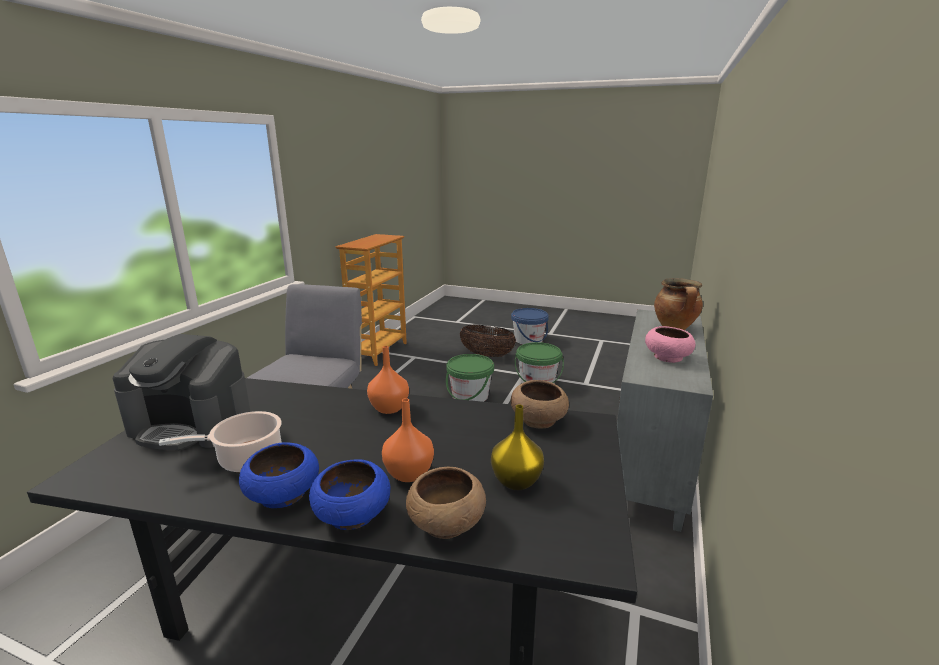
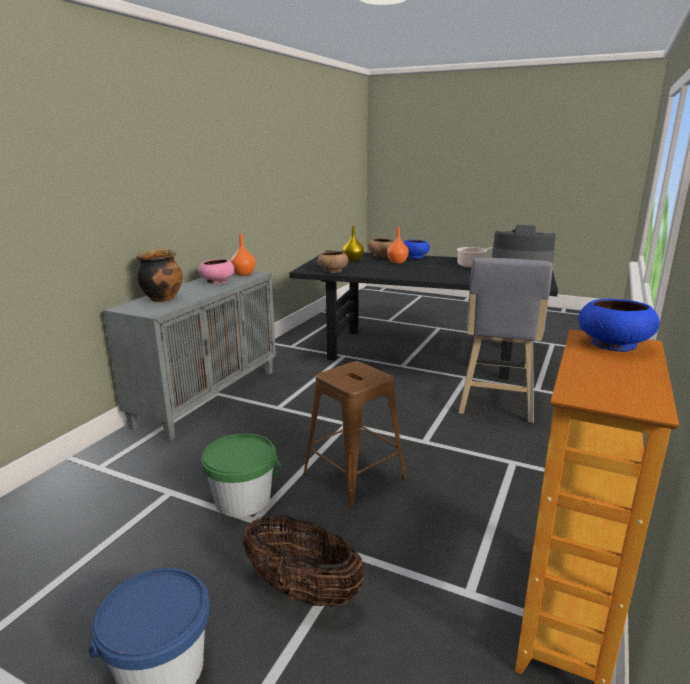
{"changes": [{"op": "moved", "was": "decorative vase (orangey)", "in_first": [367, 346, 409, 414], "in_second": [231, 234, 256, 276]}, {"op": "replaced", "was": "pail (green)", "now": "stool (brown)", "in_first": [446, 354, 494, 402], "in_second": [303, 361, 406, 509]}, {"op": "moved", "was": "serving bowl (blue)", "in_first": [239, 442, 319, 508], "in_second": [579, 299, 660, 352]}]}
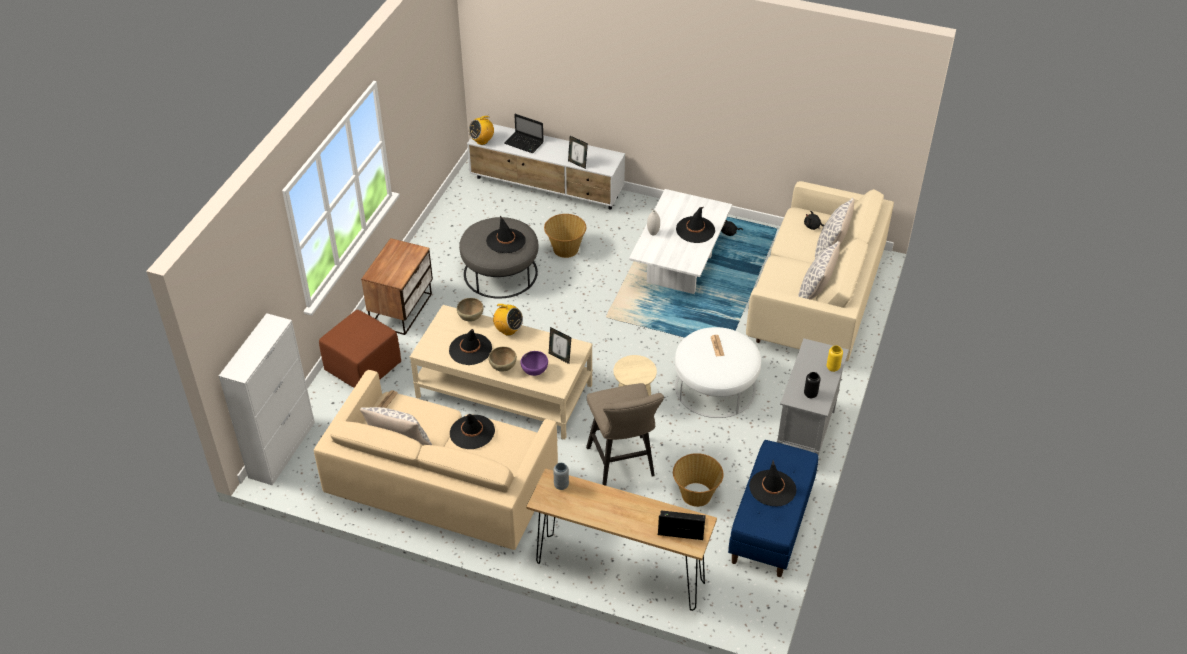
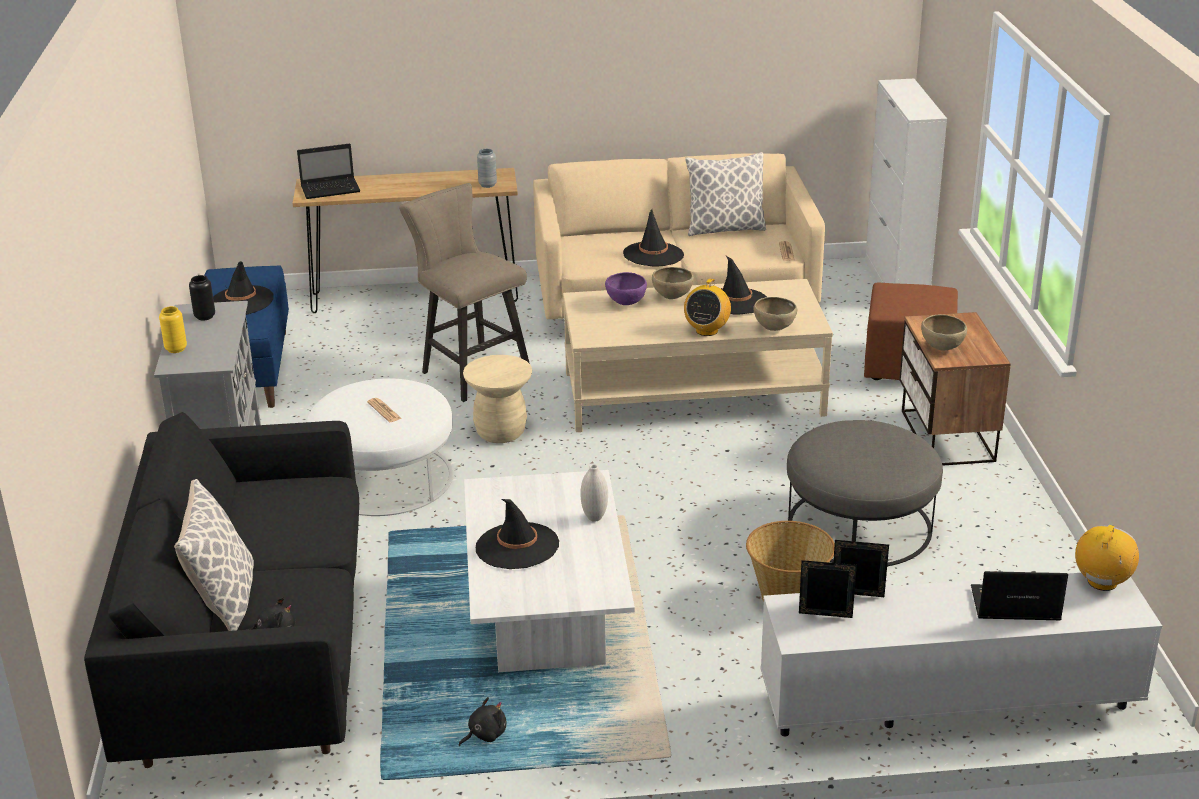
{"changes": [{"op": "recoloured", "was": "couch (sand-coloured)", "now": "couch (black)", "in_first": [746, 181, 894, 361], "in_second": [84, 412, 359, 768]}, {"op": "turned", "was": "radio set", "in_first": [492, 304, 523, 336], "in_second": [684, 279, 731, 336], "clockwise": -75}, {"op": "moved", "was": "standing frame", "in_first": [549, 327, 571, 364], "in_second": [799, 560, 857, 618]}, {"op": "added", "now": "serving bowl (brown)", "in_second": [921, 315, 967, 350]}, {"op": "removed", "was": "hat (black)", "in_first": [486, 216, 526, 253]}, {"op": "removed", "was": "storage basket", "in_first": [673, 453, 724, 507]}, {"op": "removed", "was": "pillow", "in_first": [798, 241, 840, 300]}]}
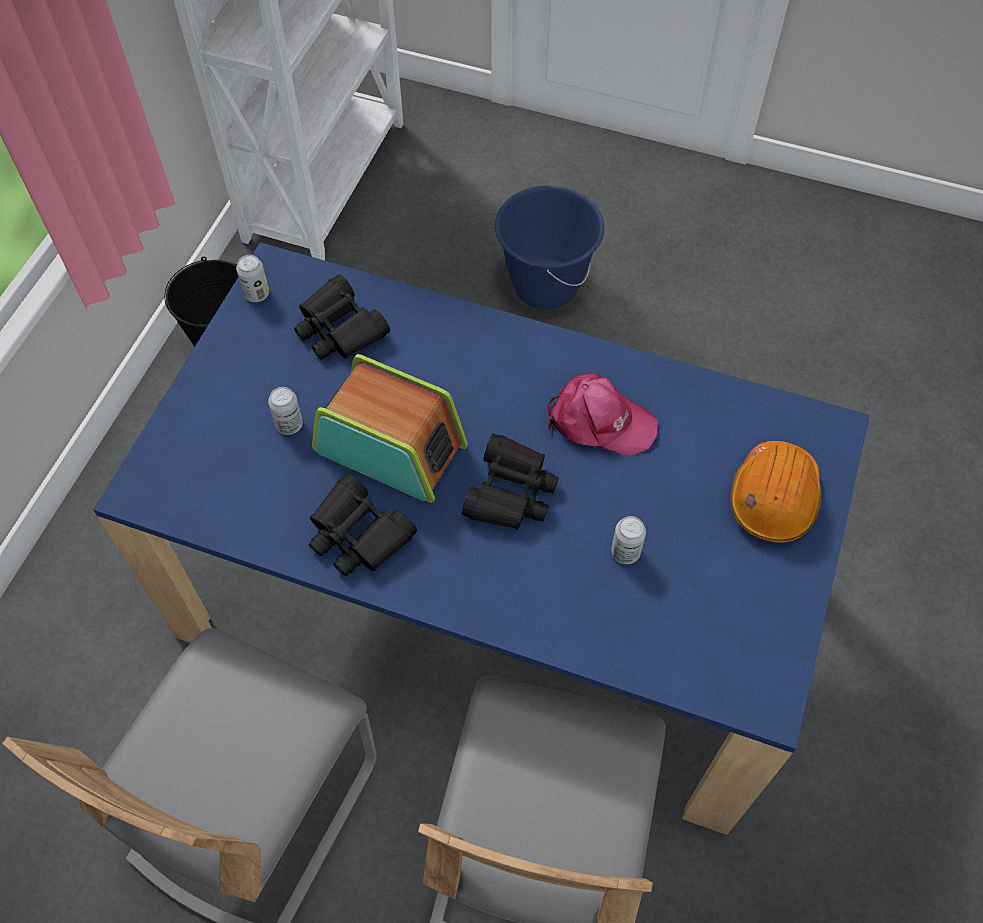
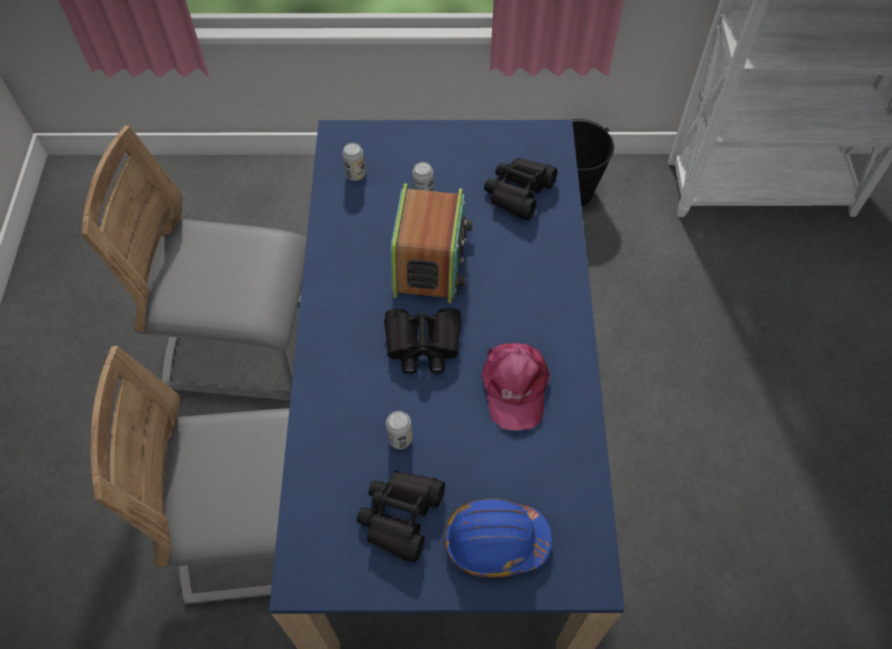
{"changes": [{"op": "moved", "was": "sealed can", "in_first": [236, 255, 269, 302], "in_second": [342, 143, 366, 181]}, {"op": "moved", "was": "field glasses (black)", "in_first": [309, 474, 417, 576], "in_second": [357, 470, 445, 563]}, {"op": "recoloured", "was": "work helmet (orangey)", "now": "work helmet (blue)", "in_first": [730, 441, 822, 543], "in_second": [445, 498, 552, 578]}, {"op": "removed", "was": "pail (blue)", "in_first": [495, 186, 604, 309]}]}
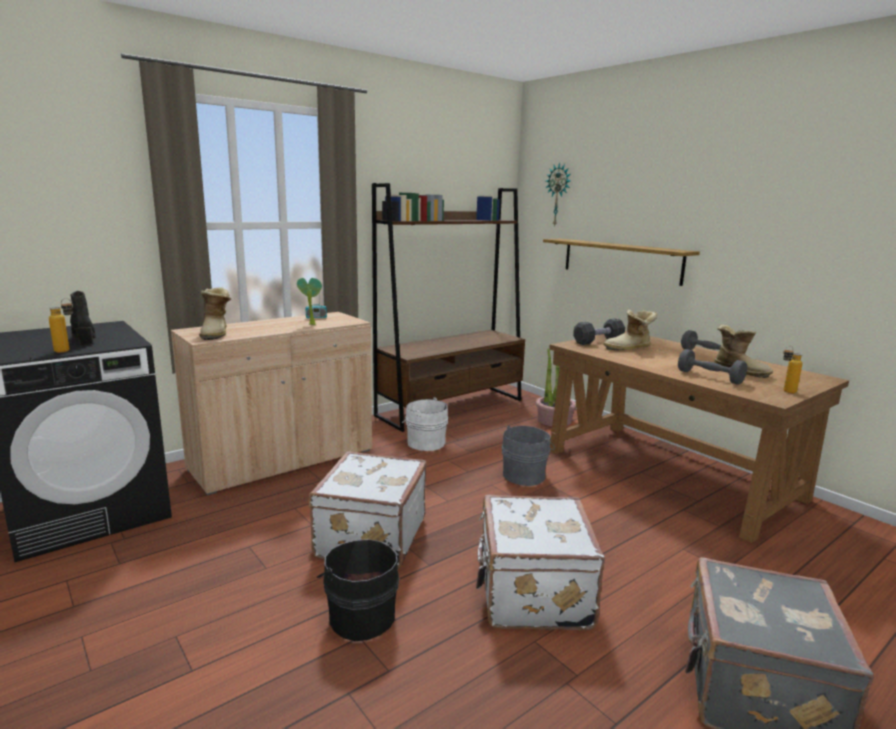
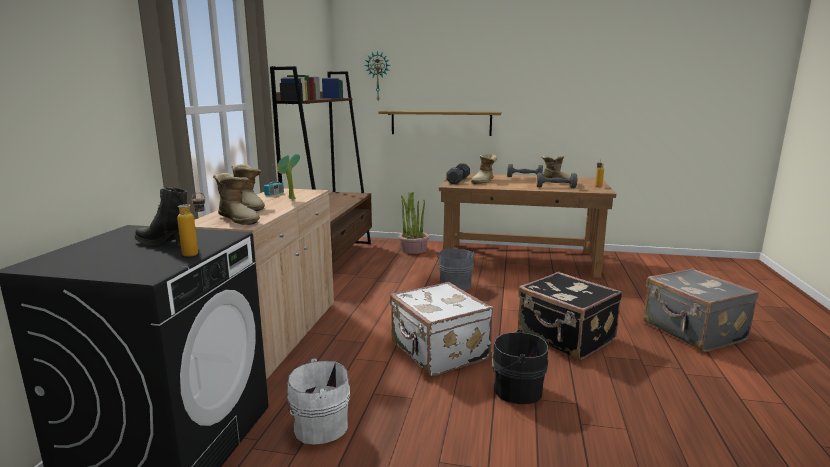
{"changes": [{"op": "added", "now": "tall boot", "in_second": [232, 164, 265, 211]}, {"op": "moved", "was": "pail (white-coloured)", "in_first": [402, 397, 448, 451], "in_second": [286, 358, 350, 444]}, {"op": "recoloured", "was": "travel case (white-coloured)", "now": "travel case (black)", "in_first": [476, 495, 605, 630], "in_second": [518, 272, 622, 360]}]}
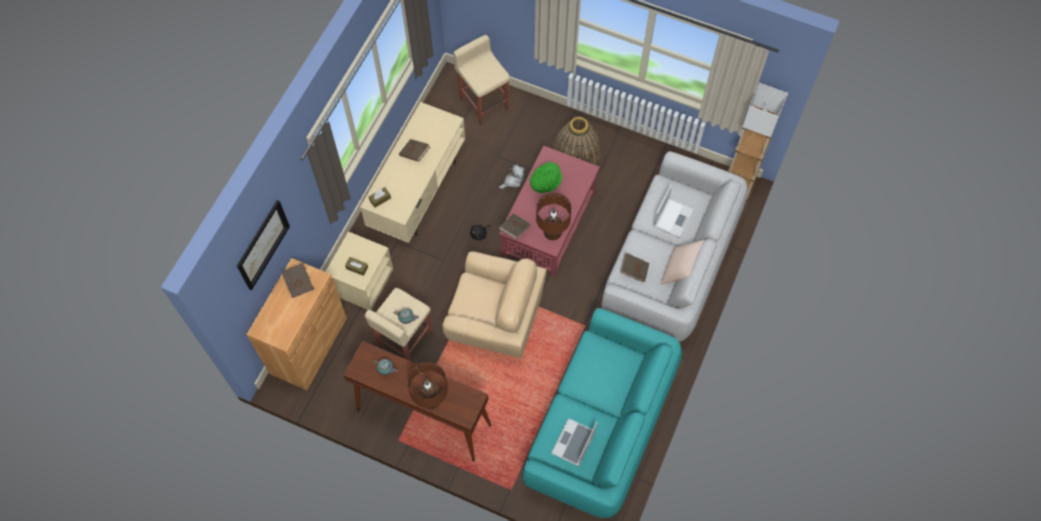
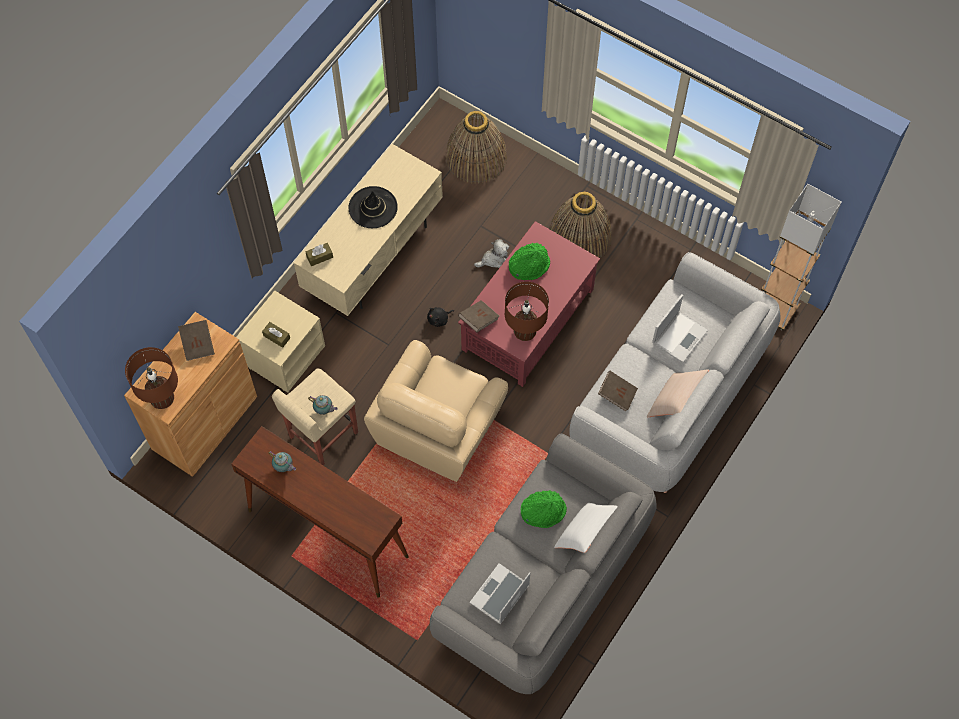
{"changes": [{"op": "moved", "was": "table lamp (brown)", "in_first": [407, 362, 448, 409], "in_second": [125, 347, 178, 409]}, {"op": "replaced", "was": "volume (brown)", "now": "hat (black)", "in_first": [399, 139, 430, 162], "in_second": [348, 186, 398, 228]}, {"op": "turned", "was": "easy chair (sand-coloured)", "in_first": [443, 251, 547, 358], "in_second": [364, 340, 508, 482], "clockwise": 90}, {"op": "recoloured", "was": "couch (turquoise-coloured)", "now": "couch (gray)", "in_first": [523, 308, 682, 518], "in_second": [430, 434, 657, 694]}, {"op": "replaced", "was": "stool (sand-coloured)", "now": "storage basket", "in_first": [453, 35, 510, 125], "in_second": [445, 111, 507, 184]}, {"op": "added", "now": "hat (green)", "in_second": [521, 490, 567, 528]}, {"op": "added", "now": "pillow (white-coloured)", "in_second": [554, 503, 618, 553]}, {"op": "removed", "was": "wall art", "in_first": [237, 200, 290, 290]}]}
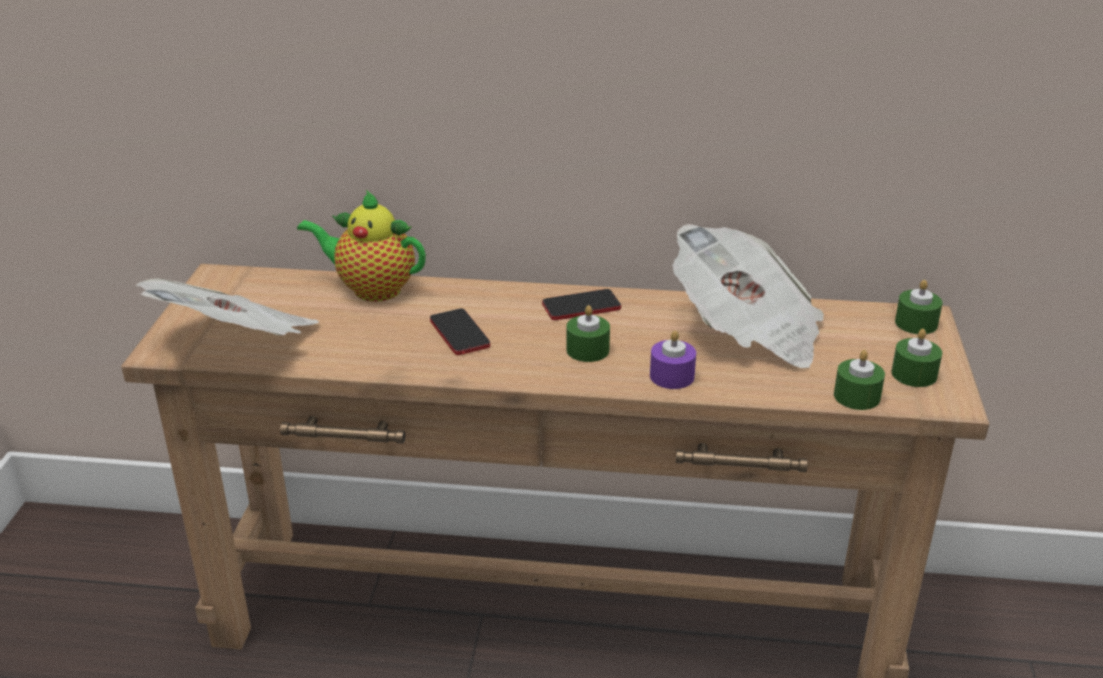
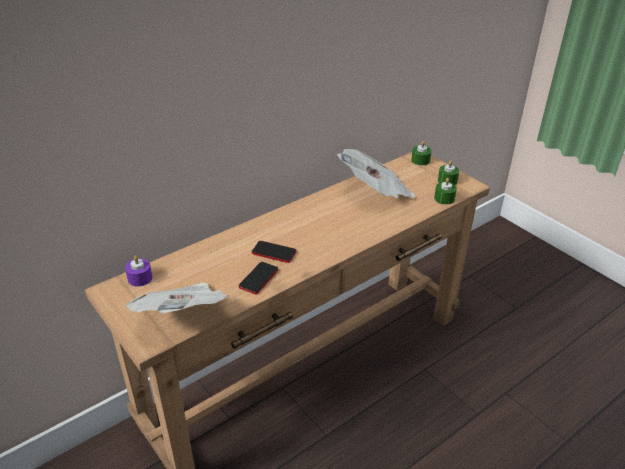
{"changes": [{"op": "moved", "was": "candle (purple-coloured)", "in_first": [650, 331, 696, 389], "in_second": [125, 255, 152, 286]}, {"op": "moved", "was": "phone", "in_first": [542, 289, 621, 320], "in_second": [239, 262, 278, 294]}, {"op": "removed", "was": "tea pot", "in_first": [297, 190, 426, 302]}, {"op": "removed", "was": "candle (green)", "in_first": [566, 305, 610, 362]}]}
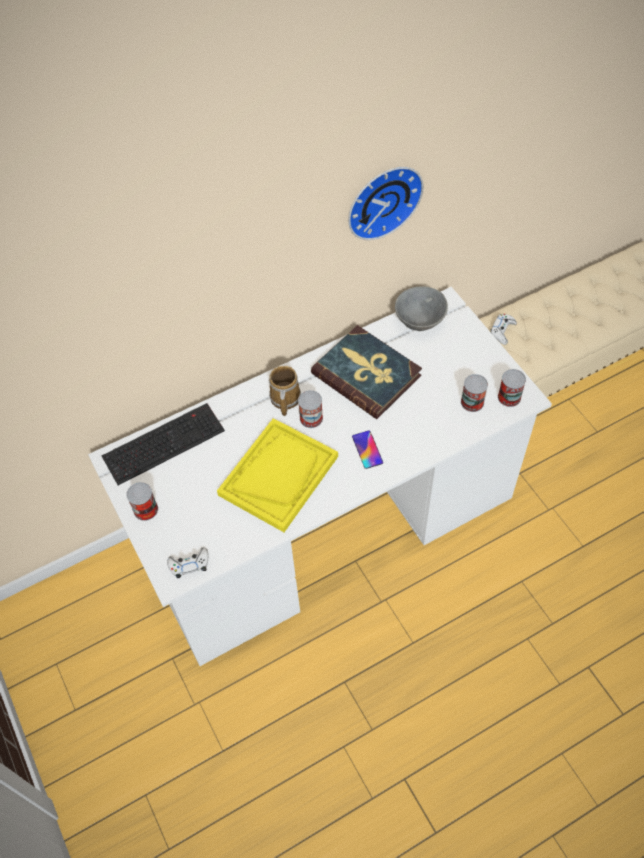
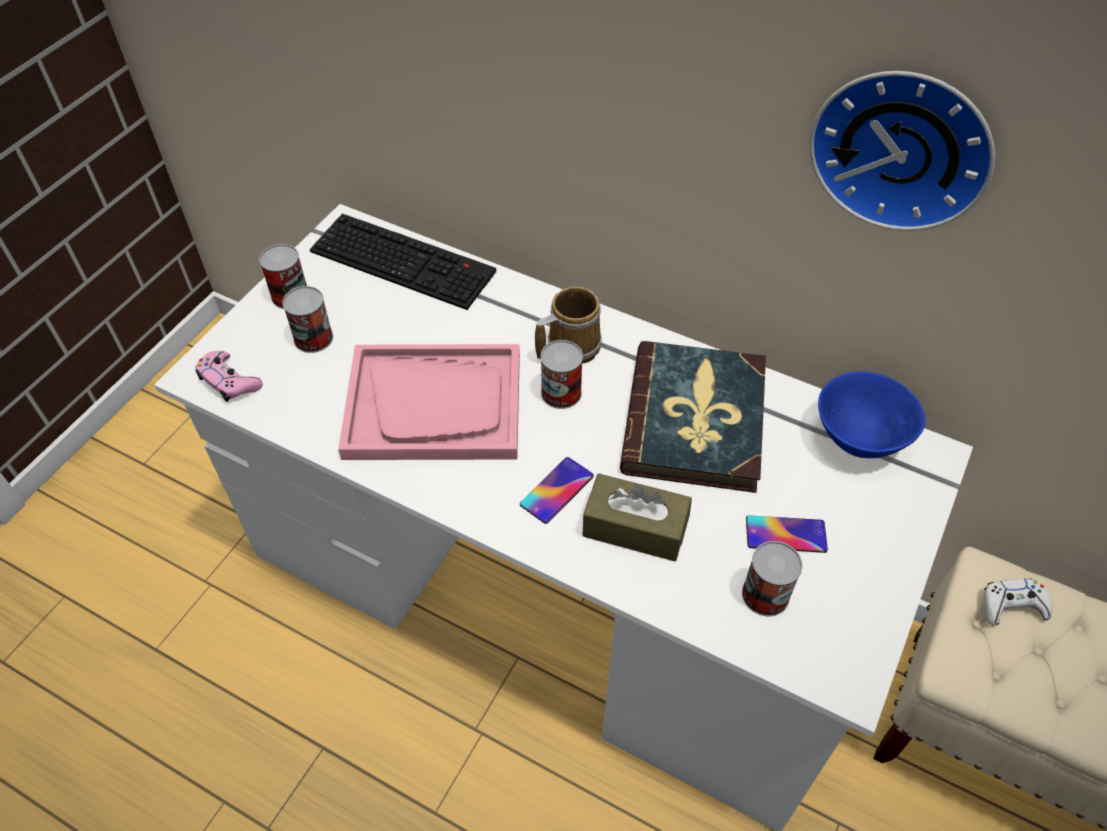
{"changes": [{"op": "recoloured", "was": "joypad (white-coloured)", "now": "joypad (pinkish)", "in_first": [167, 548, 208, 578], "in_second": [195, 351, 263, 402]}, {"op": "moved", "was": "sealed can", "in_first": [498, 369, 526, 407], "in_second": [282, 286, 333, 353]}, {"op": "recoloured", "was": "tray (yellow)", "now": "tray (pinkish)", "in_first": [217, 418, 338, 532], "in_second": [338, 344, 520, 460]}, {"op": "added", "now": "box of tissues (brown)", "in_second": [582, 473, 692, 561]}, {"op": "added", "now": "phone", "in_second": [746, 515, 828, 553]}, {"op": "recoloured", "was": "serving bowl (gray)", "now": "serving bowl (blue)", "in_first": [395, 286, 448, 331], "in_second": [818, 371, 926, 458]}]}
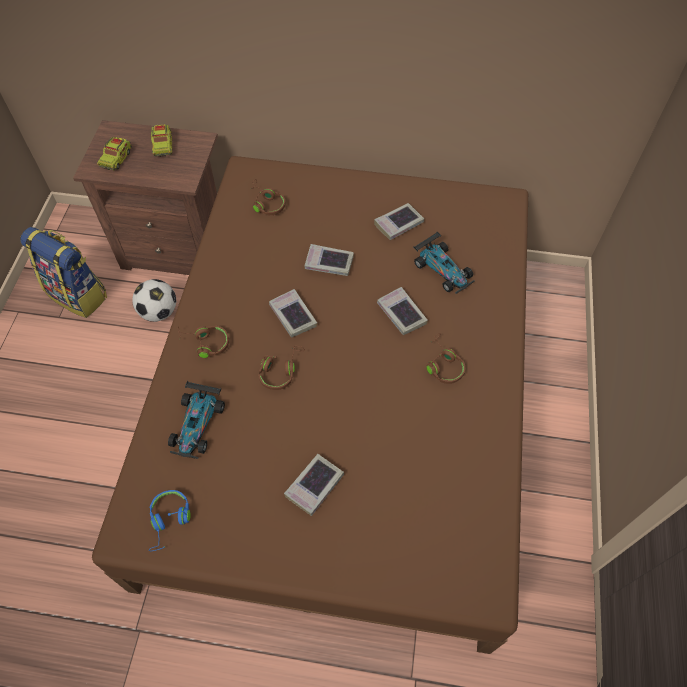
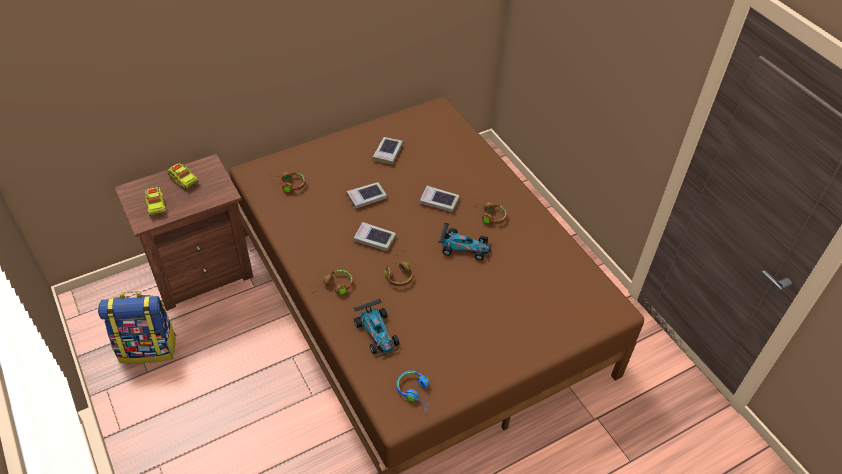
{"changes": [{"op": "moved", "was": "toy car", "in_first": [413, 232, 475, 294], "in_second": [438, 223, 492, 260]}, {"op": "removed", "was": "ball for football", "in_first": [132, 279, 176, 322]}, {"op": "removed", "was": "volume", "in_first": [284, 454, 344, 516]}]}
